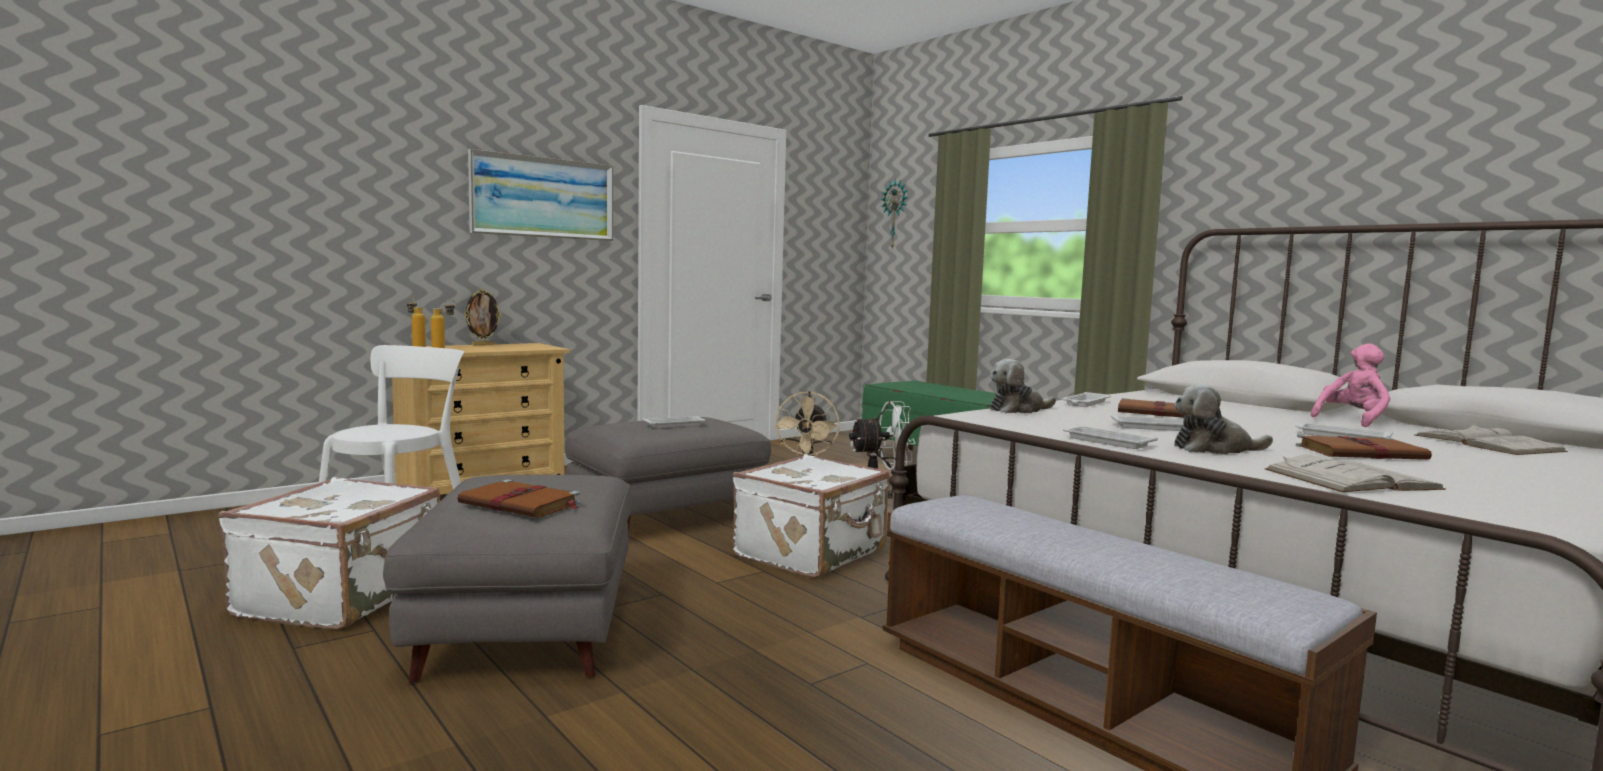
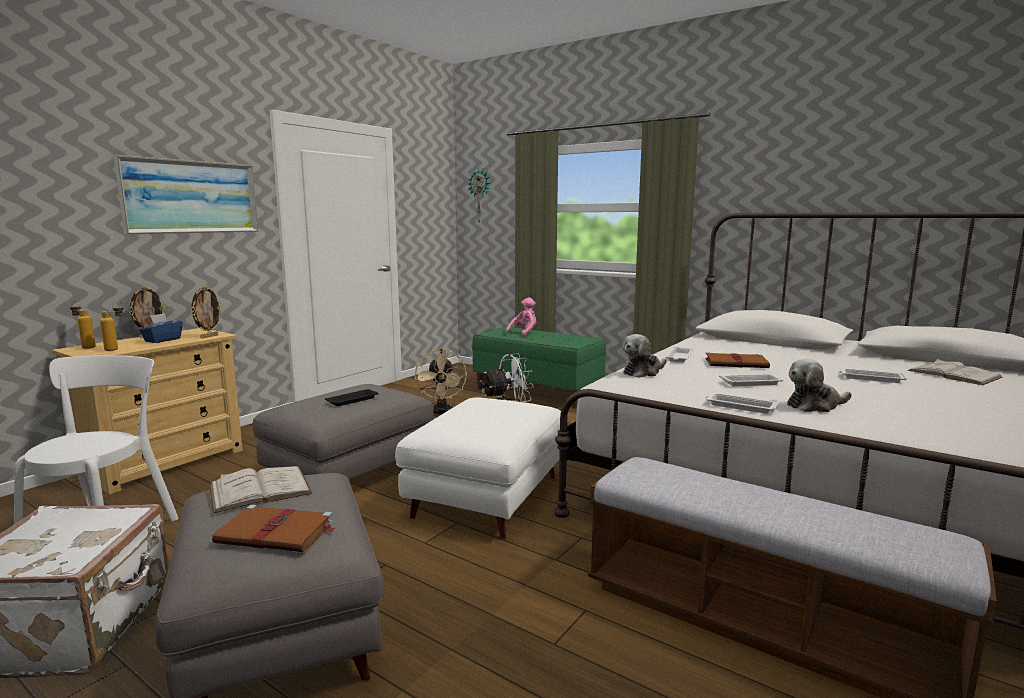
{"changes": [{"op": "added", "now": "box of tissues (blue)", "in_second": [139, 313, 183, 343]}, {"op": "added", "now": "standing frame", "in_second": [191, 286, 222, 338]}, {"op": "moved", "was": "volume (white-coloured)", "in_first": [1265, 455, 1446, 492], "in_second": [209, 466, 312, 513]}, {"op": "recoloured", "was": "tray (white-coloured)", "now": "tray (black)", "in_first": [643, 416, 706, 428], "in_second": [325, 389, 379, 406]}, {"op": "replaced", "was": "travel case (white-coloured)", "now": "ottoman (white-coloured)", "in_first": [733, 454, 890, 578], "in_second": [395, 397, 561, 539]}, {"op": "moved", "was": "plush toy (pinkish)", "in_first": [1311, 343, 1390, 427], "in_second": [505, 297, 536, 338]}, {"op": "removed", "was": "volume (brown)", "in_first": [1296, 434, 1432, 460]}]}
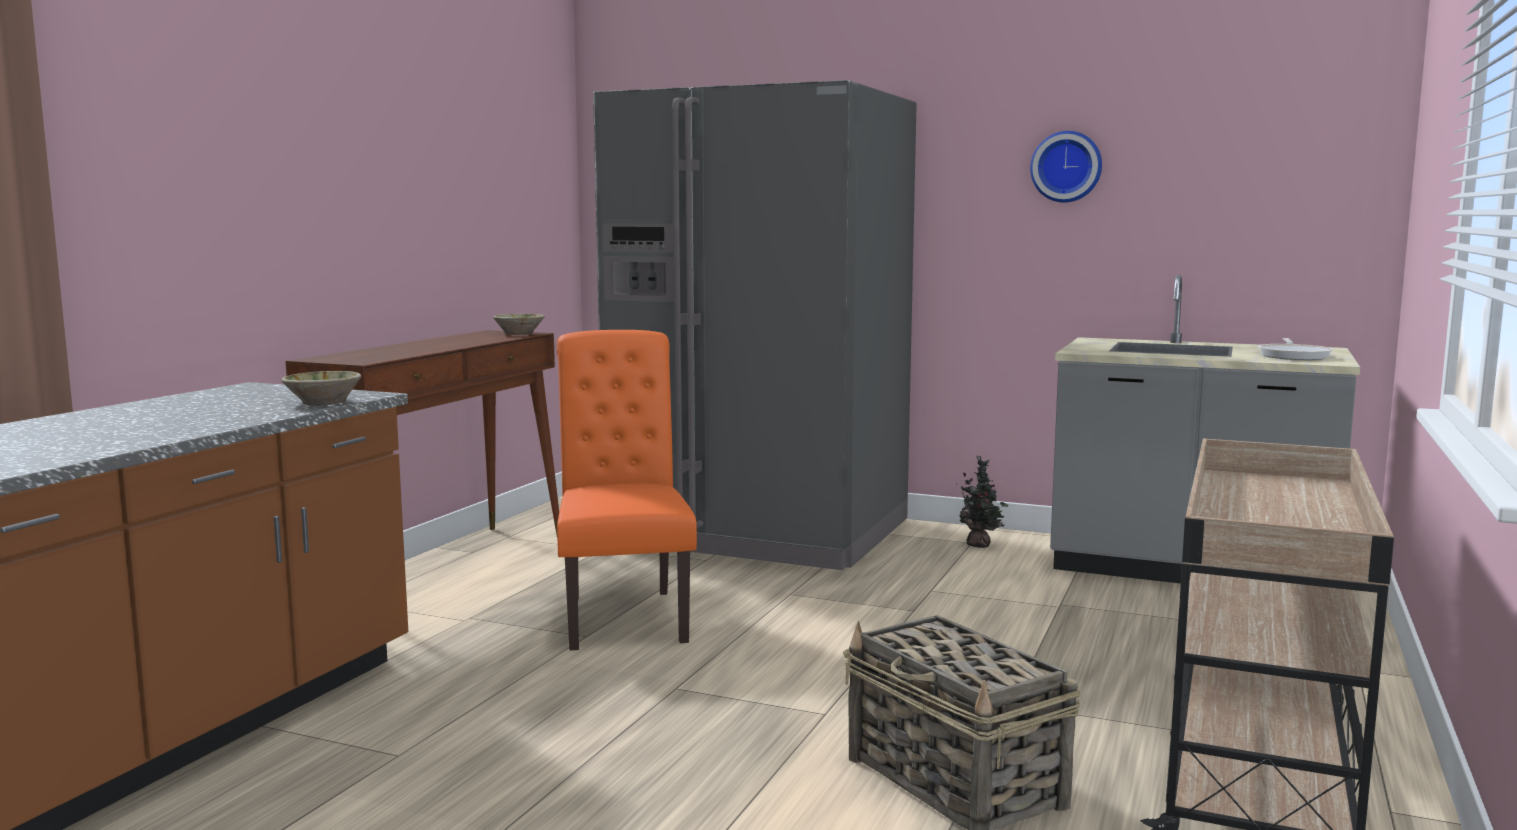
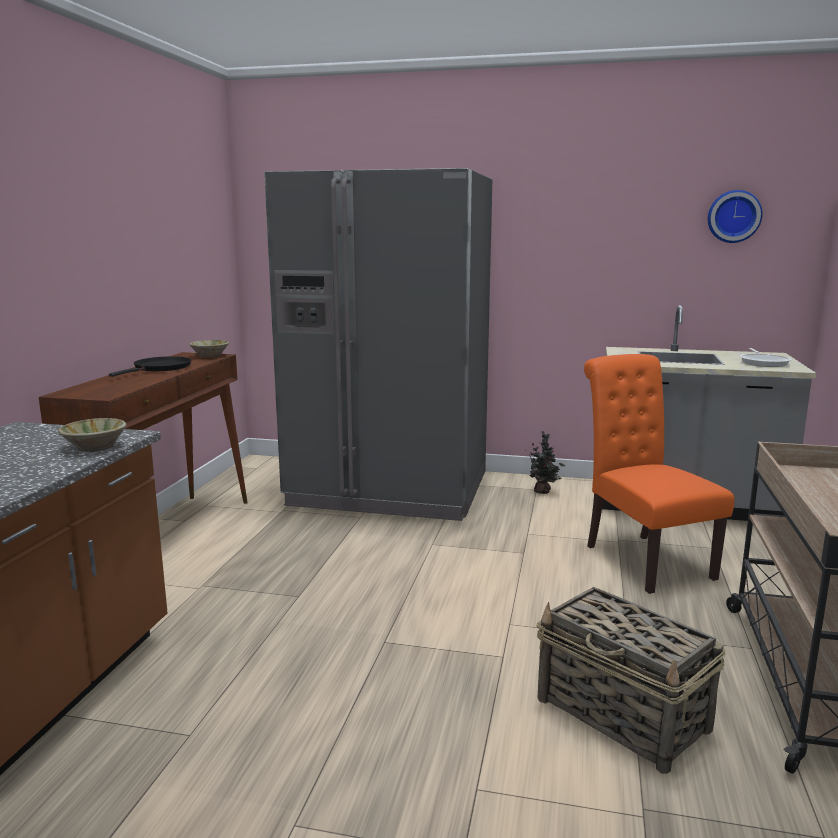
{"changes": [{"op": "added", "now": "frying pan (black)", "in_second": [109, 356, 191, 377]}, {"op": "moved", "was": "upright chair (orangey)", "in_first": [557, 330, 697, 651], "in_second": [584, 354, 734, 594]}, {"op": "moved", "was": "wall clock", "in_first": [1030, 131, 1102, 202], "in_second": [708, 190, 763, 243]}]}
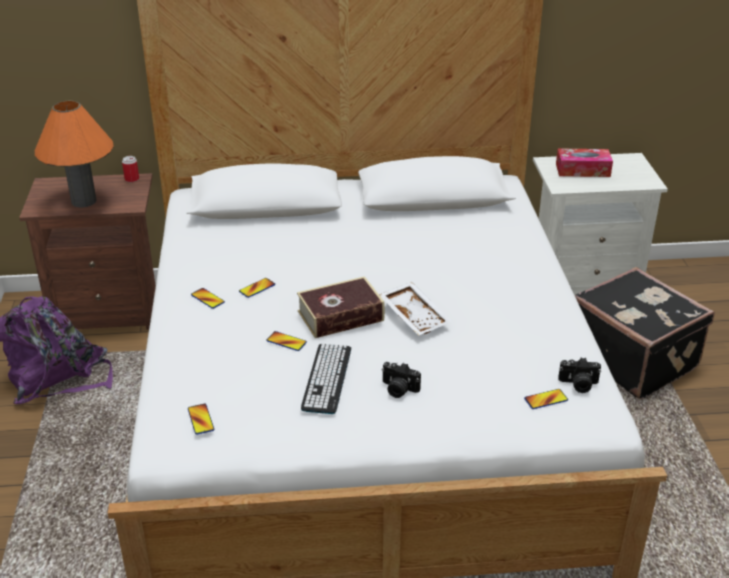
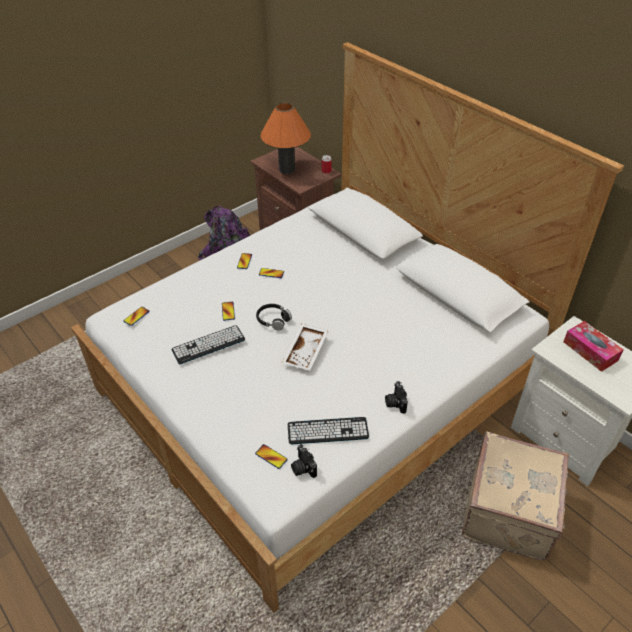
{"changes": [{"op": "replaced", "was": "volume", "now": "headphones (black)", "in_first": [297, 276, 385, 338], "in_second": [256, 304, 292, 331]}, {"op": "added", "now": "computer keyboard", "in_second": [288, 417, 369, 444]}, {"op": "moved", "was": "still camera", "in_first": [382, 362, 421, 398], "in_second": [385, 381, 408, 414]}, {"op": "recoloured", "was": "travel case (black)", "now": "travel case (sand-coloured)", "in_first": [575, 267, 715, 400], "in_second": [462, 432, 569, 561]}]}
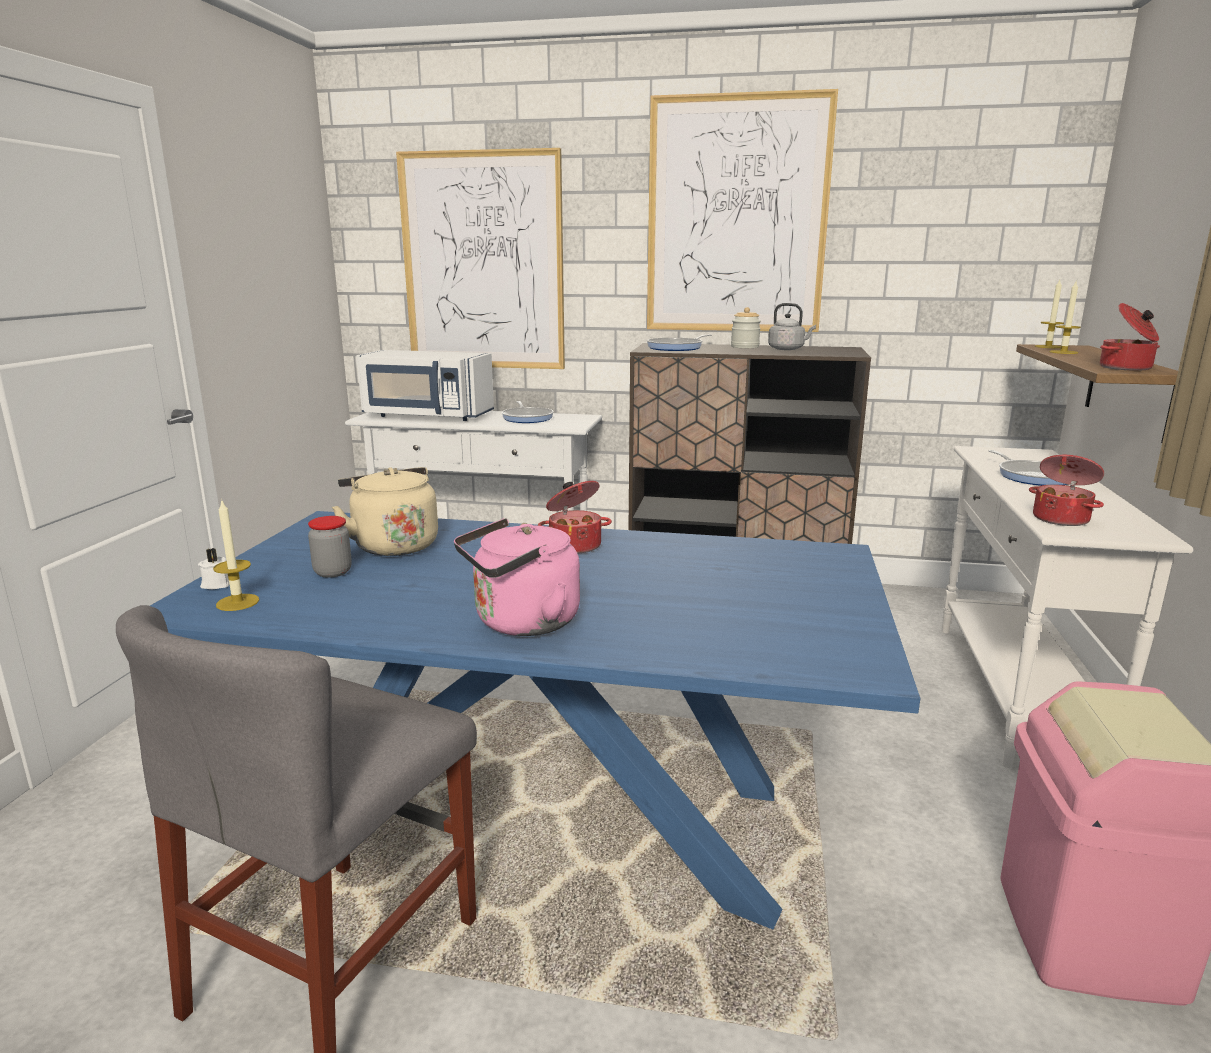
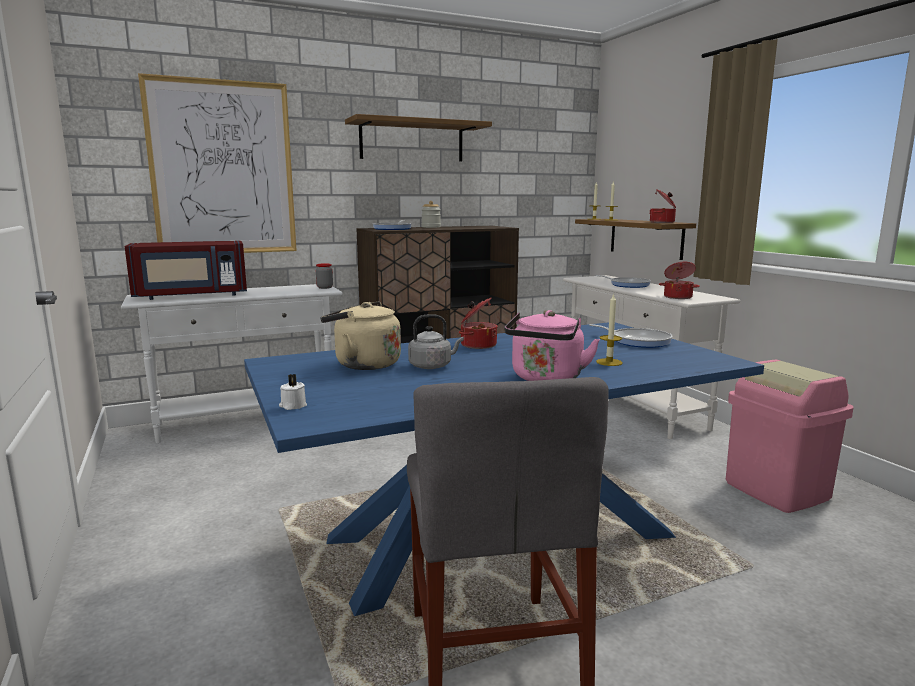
{"changes": [{"op": "recoloured", "was": "kitchen microwave (white-coloured)", "now": "kitchen microwave (red)", "in_first": [356, 350, 494, 421], "in_second": [125, 241, 247, 300]}, {"op": "moved", "was": "storage jar", "in_first": [308, 516, 352, 578], "in_second": [316, 263, 333, 289]}, {"op": "replaced", "was": "wall art", "now": "bracket shelf", "in_first": [647, 89, 838, 332], "in_second": [345, 114, 492, 161]}, {"op": "moved", "was": "tea kettle (gray)", "in_first": [768, 303, 816, 350], "in_second": [408, 315, 464, 369]}, {"op": "moved", "was": "frying pan", "in_first": [502, 401, 554, 423], "in_second": [589, 324, 673, 348]}, {"op": "moved", "was": "candle", "in_first": [213, 499, 259, 611], "in_second": [596, 293, 623, 366]}]}
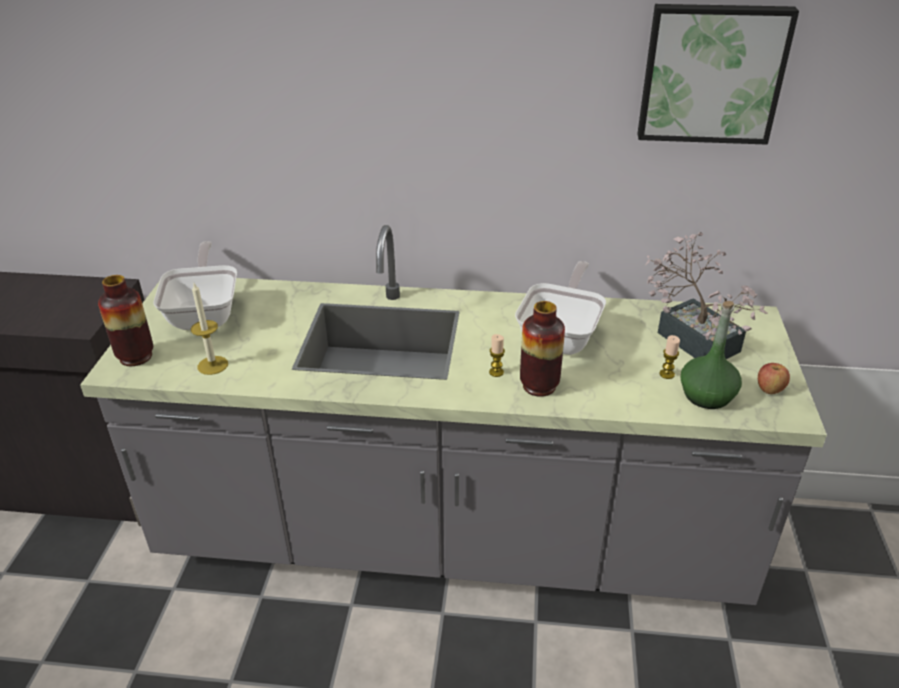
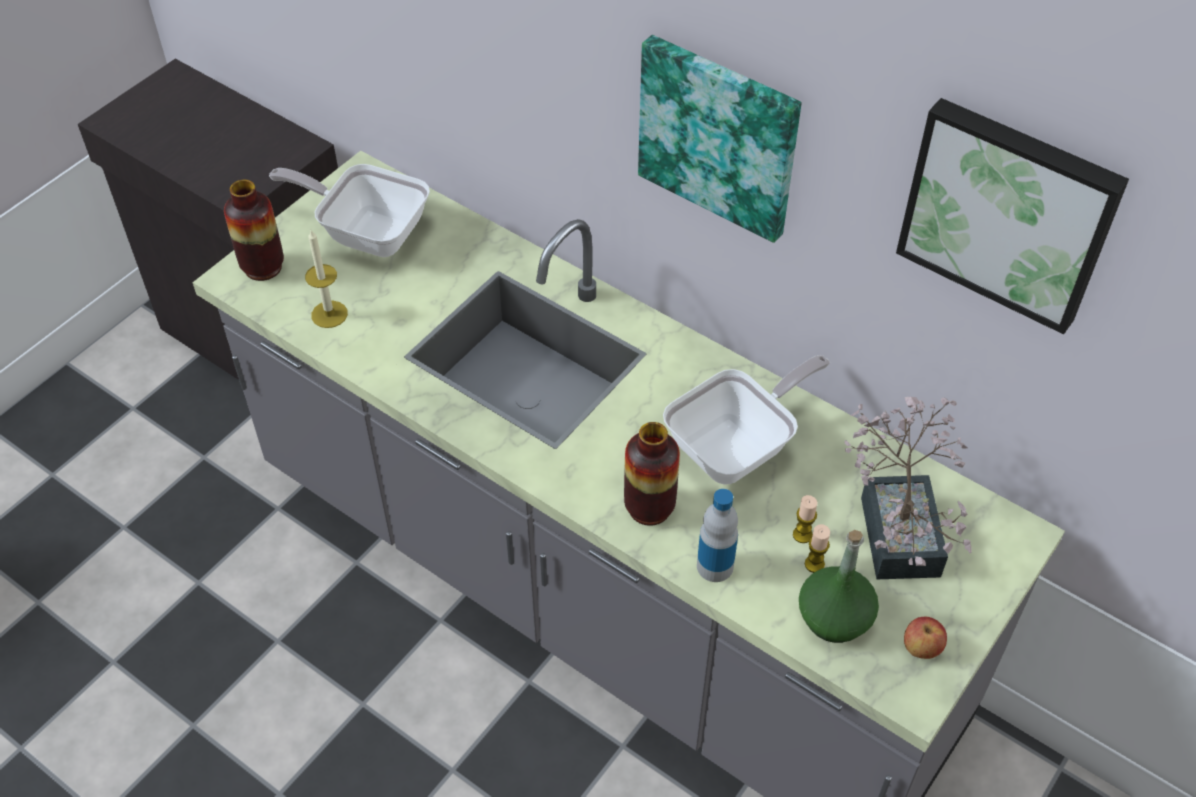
{"changes": [{"op": "turned", "was": "frying pan", "in_first": [153, 241, 237, 330], "in_second": [269, 164, 430, 257], "clockwise": -90}, {"op": "added", "now": "wall art", "in_second": [638, 35, 801, 243]}, {"op": "added", "now": "beverage bottle", "in_second": [697, 489, 738, 582]}, {"op": "moved", "was": "candle", "in_first": [489, 334, 505, 377], "in_second": [793, 495, 817, 543]}]}
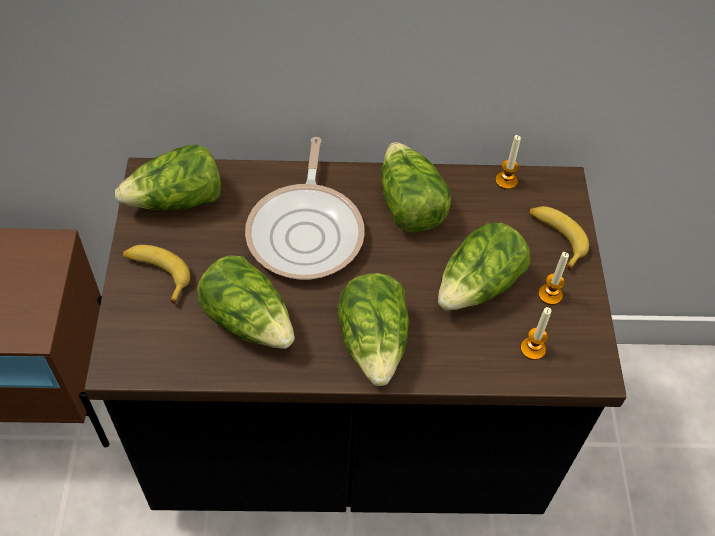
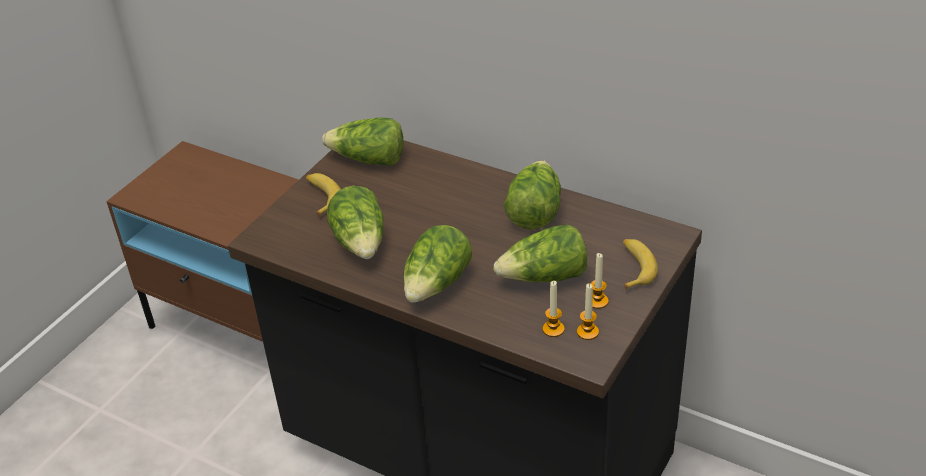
{"changes": [{"op": "moved", "was": "candle", "in_first": [495, 135, 521, 189], "in_second": [577, 283, 599, 340]}, {"op": "removed", "was": "frying pan", "in_first": [245, 137, 365, 280]}]}
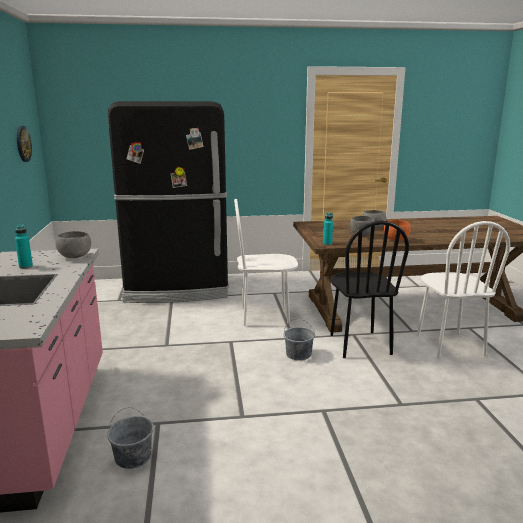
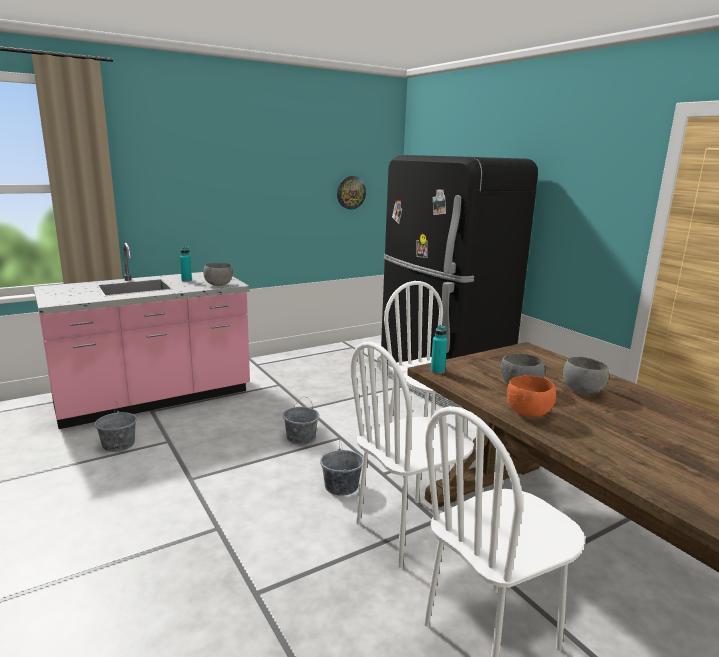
{"changes": [{"op": "added", "now": "pail (gray)", "in_second": [283, 397, 319, 444]}, {"op": "recoloured", "was": "upright chair (black)", "now": "upright chair (white-coloured)", "in_first": [330, 221, 409, 358], "in_second": [351, 342, 474, 568]}]}
